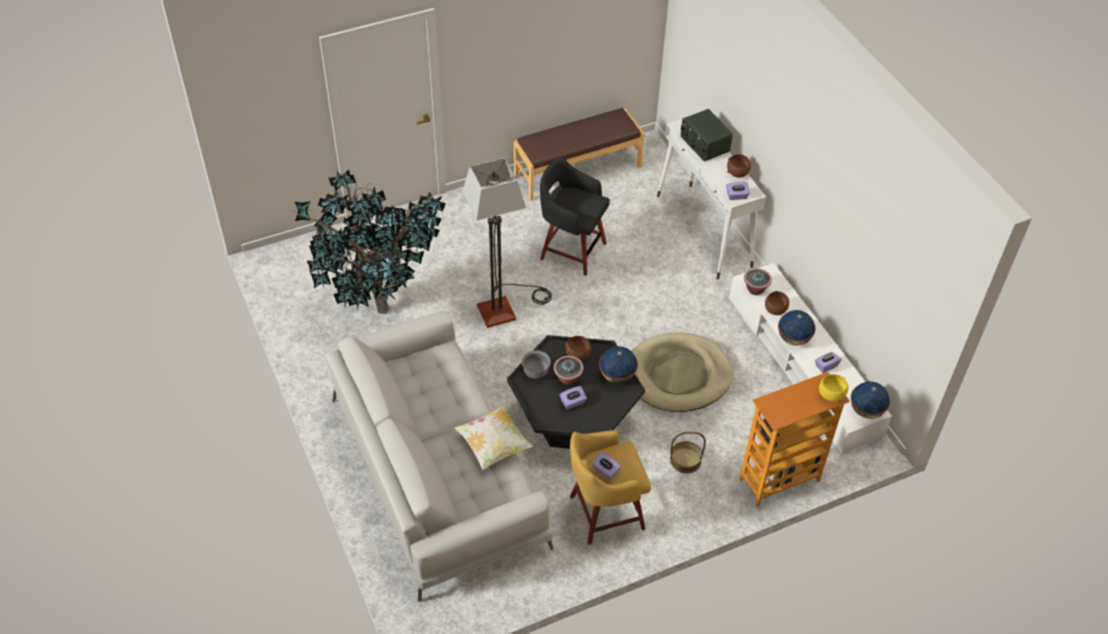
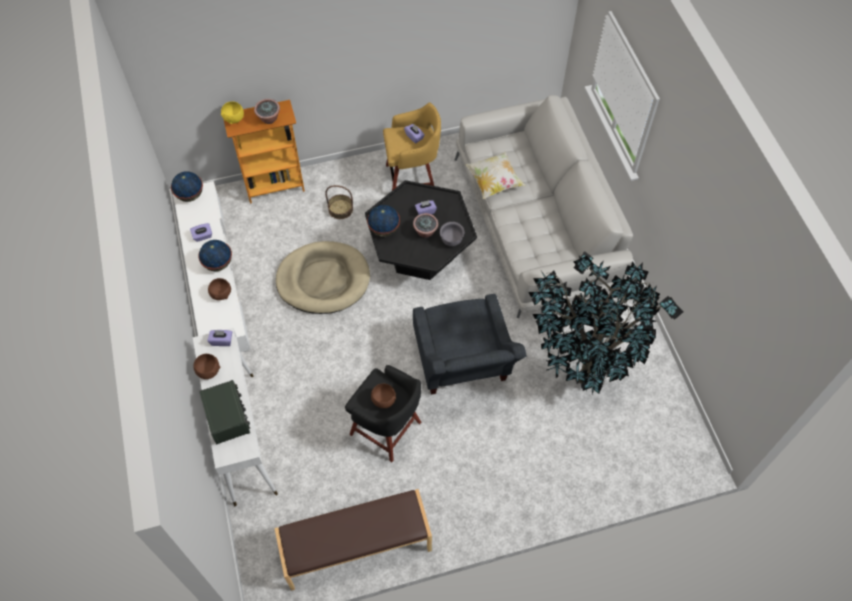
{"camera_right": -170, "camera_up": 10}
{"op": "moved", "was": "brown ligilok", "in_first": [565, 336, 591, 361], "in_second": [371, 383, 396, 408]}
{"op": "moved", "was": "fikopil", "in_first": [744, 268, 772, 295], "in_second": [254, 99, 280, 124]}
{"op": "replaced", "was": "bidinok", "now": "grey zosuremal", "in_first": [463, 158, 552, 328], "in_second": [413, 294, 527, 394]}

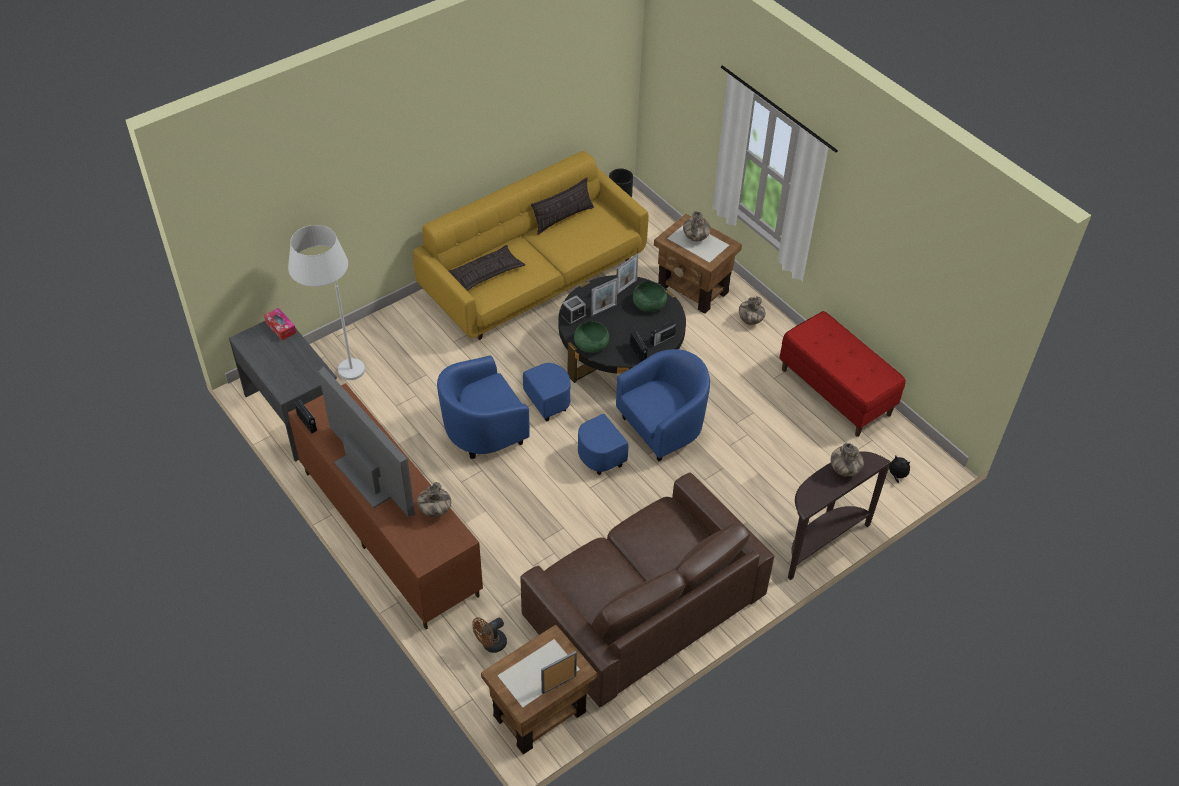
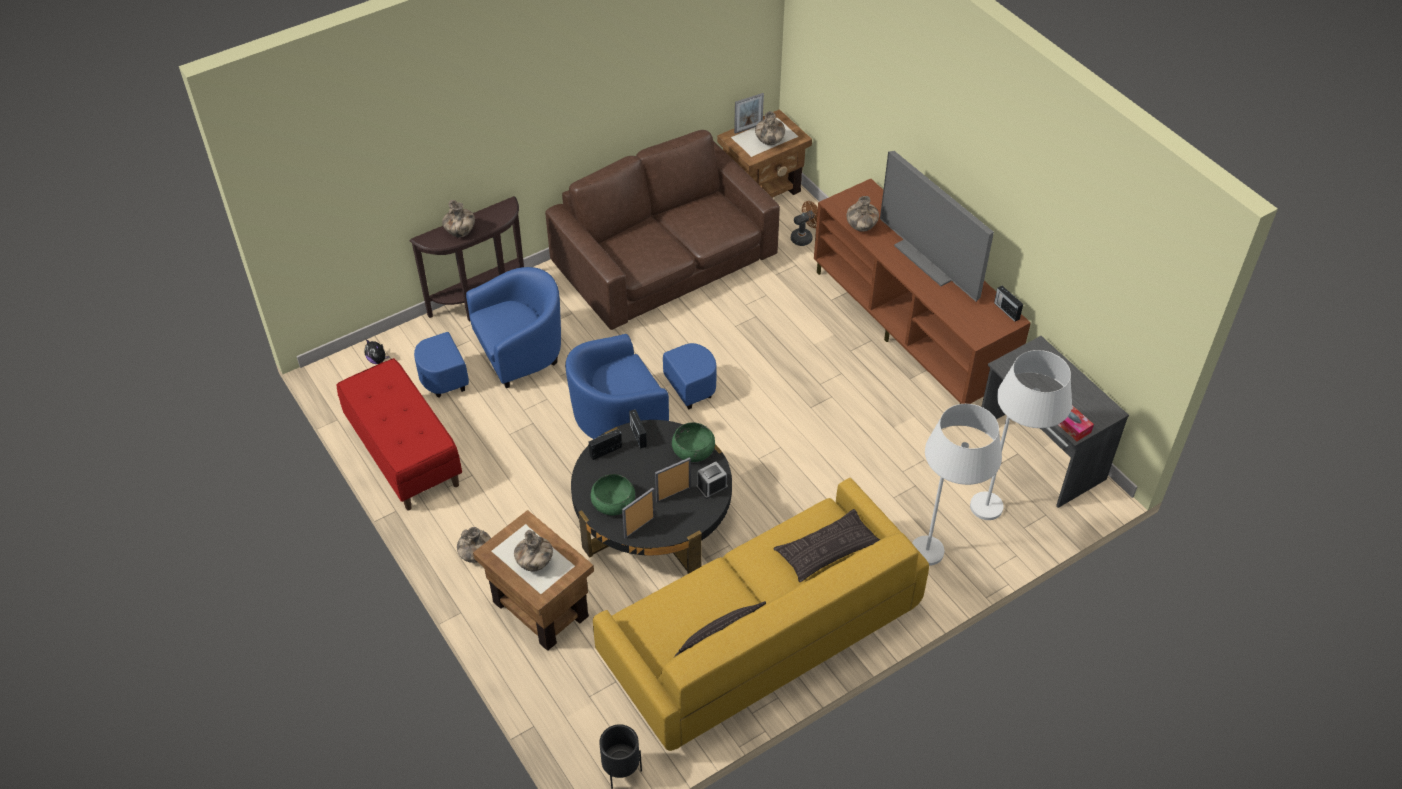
{"camera_right": -175, "camera_up": 0}
{"op": "added", "now": "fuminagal", "in_second": [755, 111, 785, 145]}
{"op": "added", "now": "white bidinok", "in_second": [912, 404, 1002, 566]}
{"op": "moved", "was": "blue zosuremal", "in_first": [437, 356, 571, 459], "in_second": [414, 267, 561, 398]}

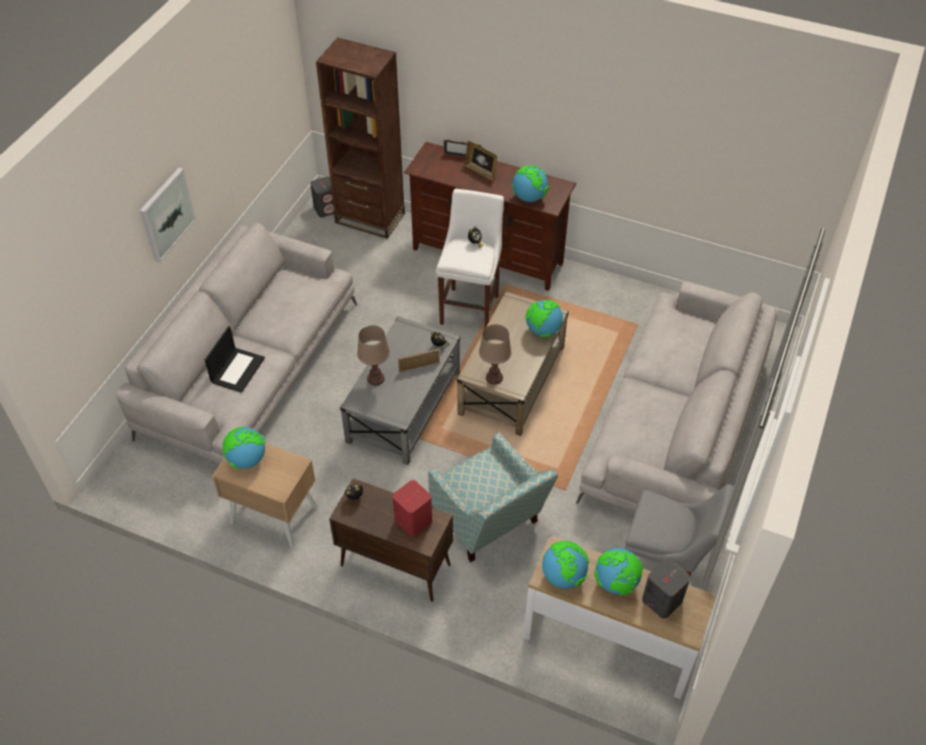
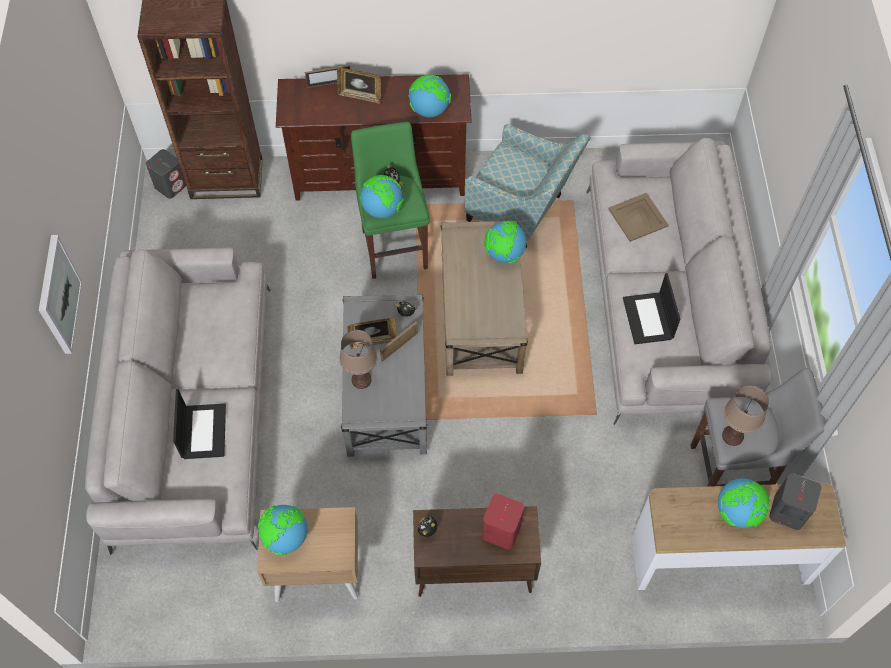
{"camera_right": -25, "camera_up": 10}
{"op": "added", "now": "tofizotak", "in_second": [347, 318, 397, 349]}
{"op": "added", "now": "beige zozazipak", "in_second": [608, 193, 669, 242]}
{"op": "added", "now": "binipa", "in_second": [623, 273, 680, 344]}
{"op": "moved", "was": "zosuremal", "in_first": [428, 432, 558, 562], "in_second": [464, 124, 591, 247]}
{"op": "moved", "was": "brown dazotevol", "in_first": [479, 324, 512, 385], "in_second": [722, 385, 769, 446]}
{"op": "moved", "was": "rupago", "in_first": [542, 541, 589, 589], "in_second": [360, 175, 403, 218]}
{"op": "recoloured", "was": "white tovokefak", "now": "green tovokefak", "in_first": [436, 189, 504, 328], "in_second": [351, 122, 430, 279]}

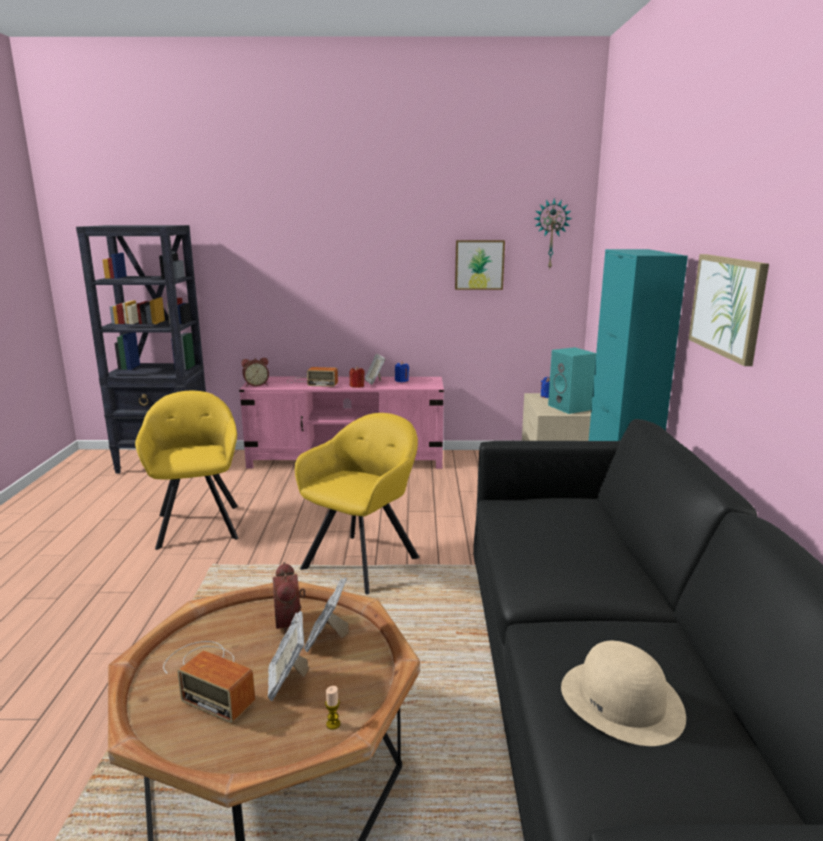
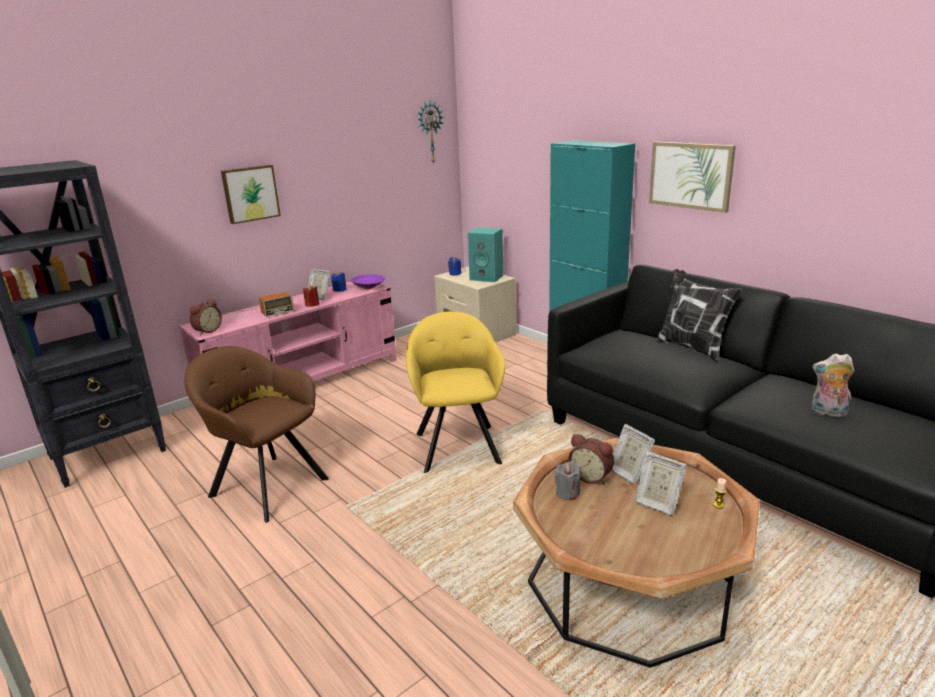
{"camera_right": -40, "camera_up": 5}
{"op": "removed", "was": "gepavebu", "in_first": [163, 641, 255, 723]}
{"op": "added", "now": "purple ligilok", "in_second": [350, 274, 385, 289]}
{"op": "added", "now": "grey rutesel", "in_second": [554, 461, 580, 501]}
{"op": "added", "now": "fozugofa", "in_second": [656, 269, 742, 363]}
{"op": "moved", "was": "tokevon", "in_first": [455, 240, 505, 290], "in_second": [221, 165, 281, 224]}
{"op": "replaced", "was": "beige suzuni", "now": "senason", "in_first": [561, 641, 686, 746], "in_second": [812, 354, 854, 419]}
{"op": "recoloured", "was": "yellow zosuremal", "now": "brown zosuremal", "in_first": [135, 391, 239, 550], "in_second": [184, 346, 329, 523]}

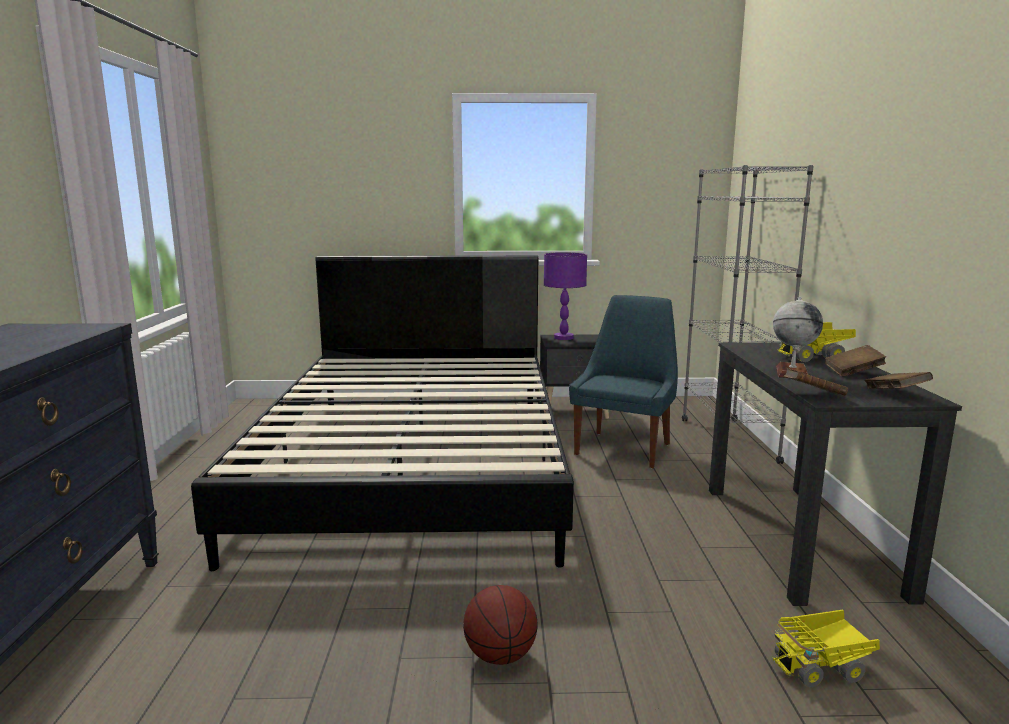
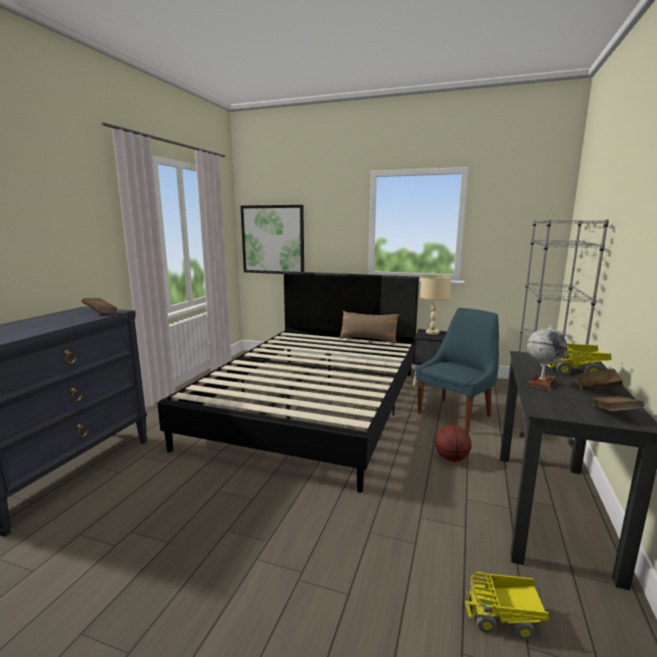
{"camera_right": 20, "camera_up": 0}
{"op": "added", "now": "tokevon", "in_second": [240, 205, 304, 274]}
{"op": "added", "now": "brown fozugofa", "in_second": [339, 311, 399, 344]}
{"op": "moved", "was": "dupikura", "in_first": [463, 585, 538, 665], "in_second": [435, 425, 472, 462]}
{"op": "moved", "was": "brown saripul", "in_first": [784, 368, 848, 395], "in_second": [82, 298, 117, 313]}
{"op": "recoloured", "was": "purple dazotevol", "now": "beige dazotevol", "in_first": [544, 252, 587, 340], "in_second": [420, 275, 451, 334]}

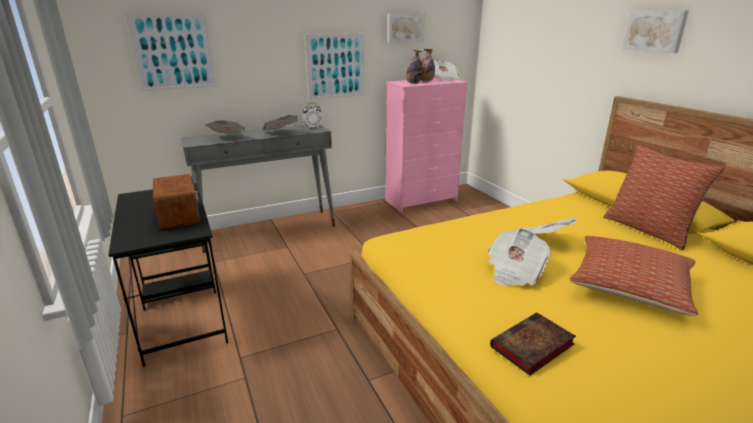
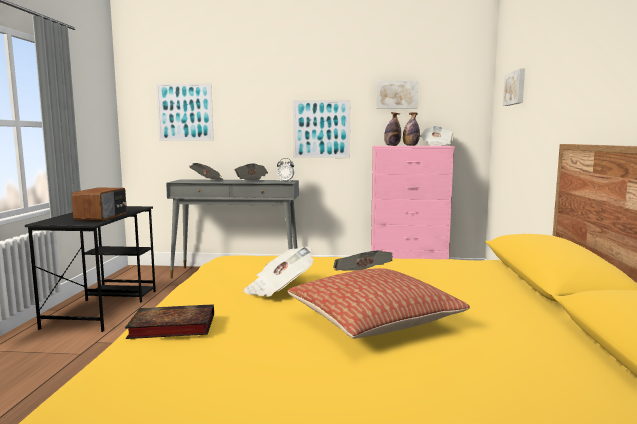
{"camera_right": 30, "camera_up": -15}
{"op": "removed", "was": "fozugofa", "in_first": [604, 145, 725, 250]}
{"op": "moved", "was": "tokevon", "in_first": [622, 10, 689, 53], "in_second": [503, 68, 525, 106]}

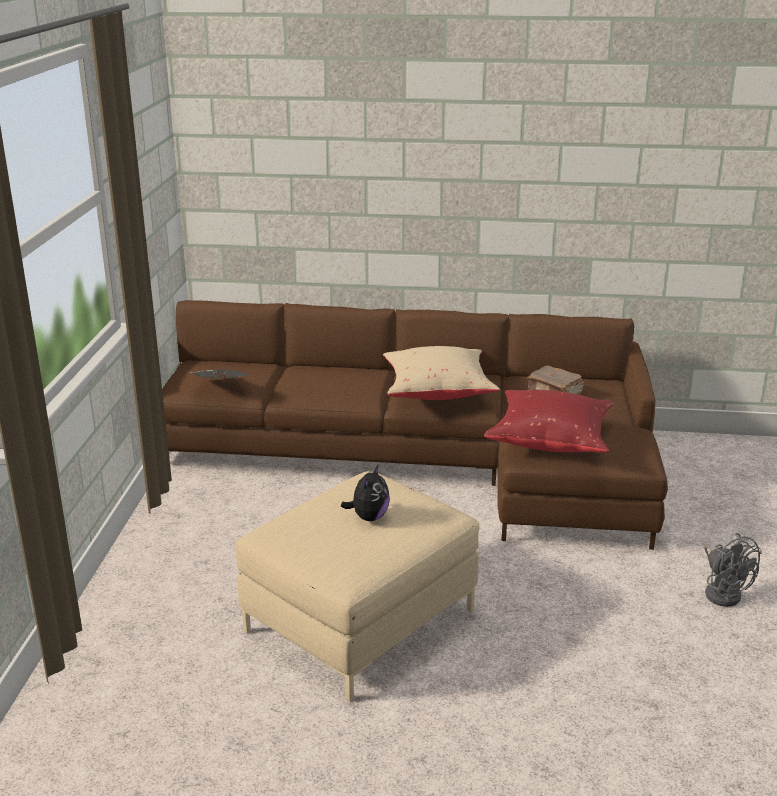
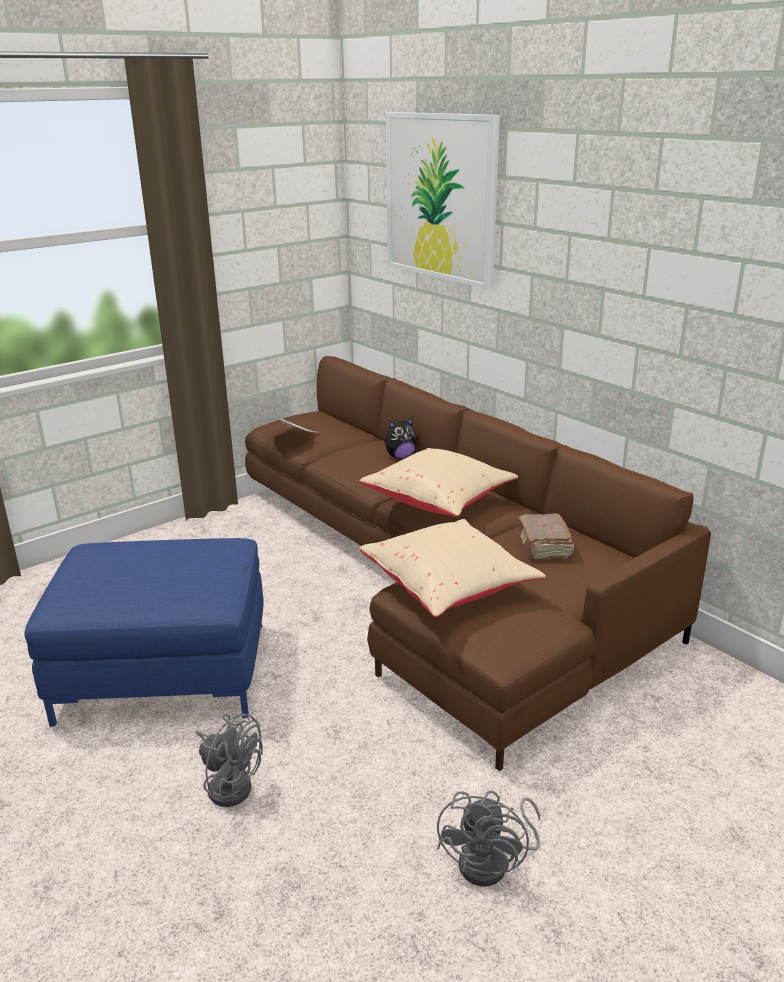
{"camera_right": 45, "camera_up": 0}
{"op": "added", "now": "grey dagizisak", "in_second": [195, 713, 263, 807]}
{"op": "added", "now": "tokevon", "in_second": [386, 112, 500, 289]}
{"op": "moved", "was": "senason", "in_first": [341, 464, 390, 521], "in_second": [384, 417, 417, 459]}
{"op": "recoloured", "was": "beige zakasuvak", "now": "blue zakasuvak", "in_first": [235, 471, 479, 702], "in_second": [24, 538, 264, 726]}
{"op": "recoloured", "was": "red fozugofa", "now": "beige fozugofa", "in_first": [484, 390, 615, 453], "in_second": [359, 519, 546, 617]}

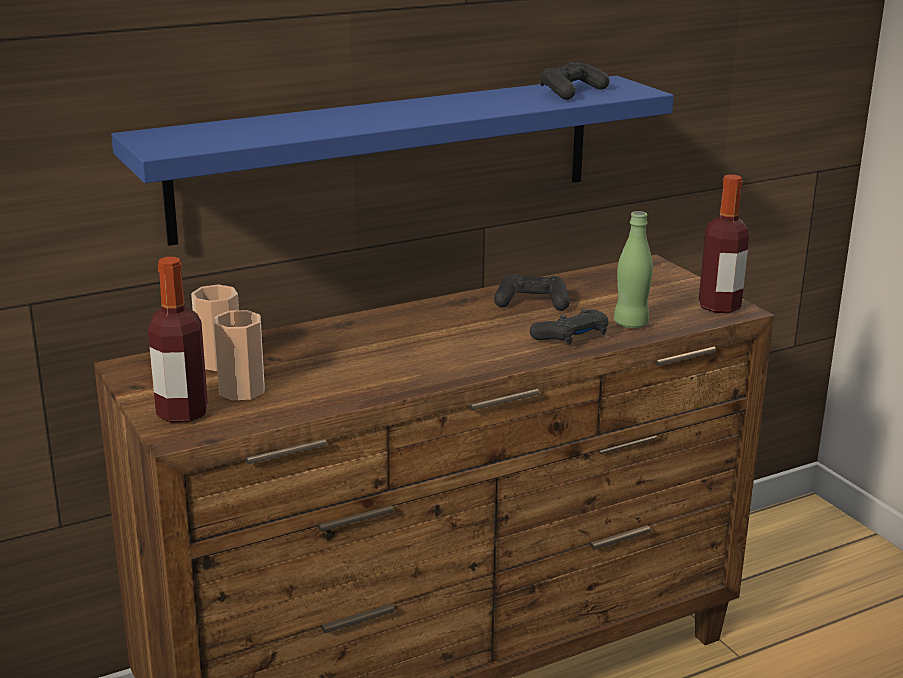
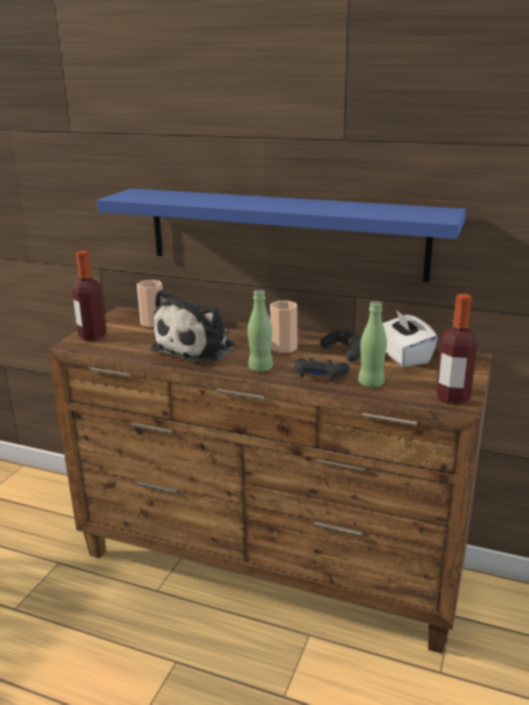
{"camera_right": 50, "camera_up": 0}
{"op": "removed", "was": "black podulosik", "in_first": [540, 62, 610, 100]}
{"op": "added", "now": "senason", "in_second": [151, 289, 235, 363]}
{"op": "added", "now": "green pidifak", "in_second": [248, 290, 273, 372]}
{"op": "added", "now": "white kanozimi", "in_second": [383, 309, 438, 367]}
{"op": "moved", "was": "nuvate", "in_first": [214, 310, 265, 401], "in_second": [270, 300, 297, 353]}

